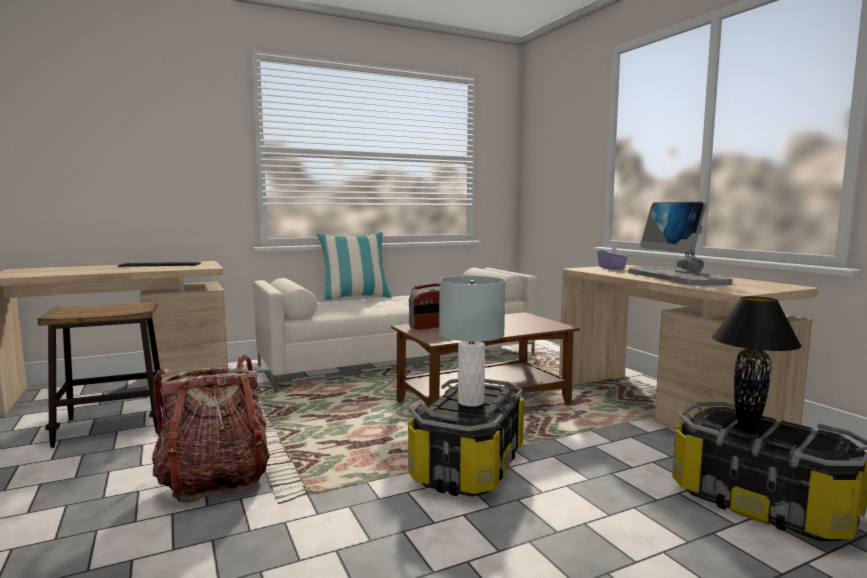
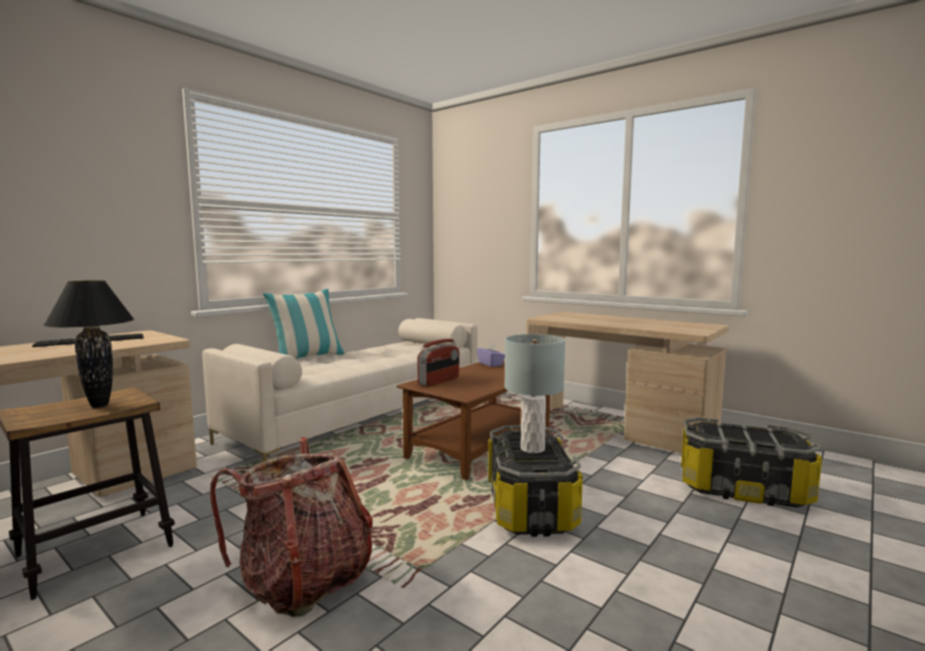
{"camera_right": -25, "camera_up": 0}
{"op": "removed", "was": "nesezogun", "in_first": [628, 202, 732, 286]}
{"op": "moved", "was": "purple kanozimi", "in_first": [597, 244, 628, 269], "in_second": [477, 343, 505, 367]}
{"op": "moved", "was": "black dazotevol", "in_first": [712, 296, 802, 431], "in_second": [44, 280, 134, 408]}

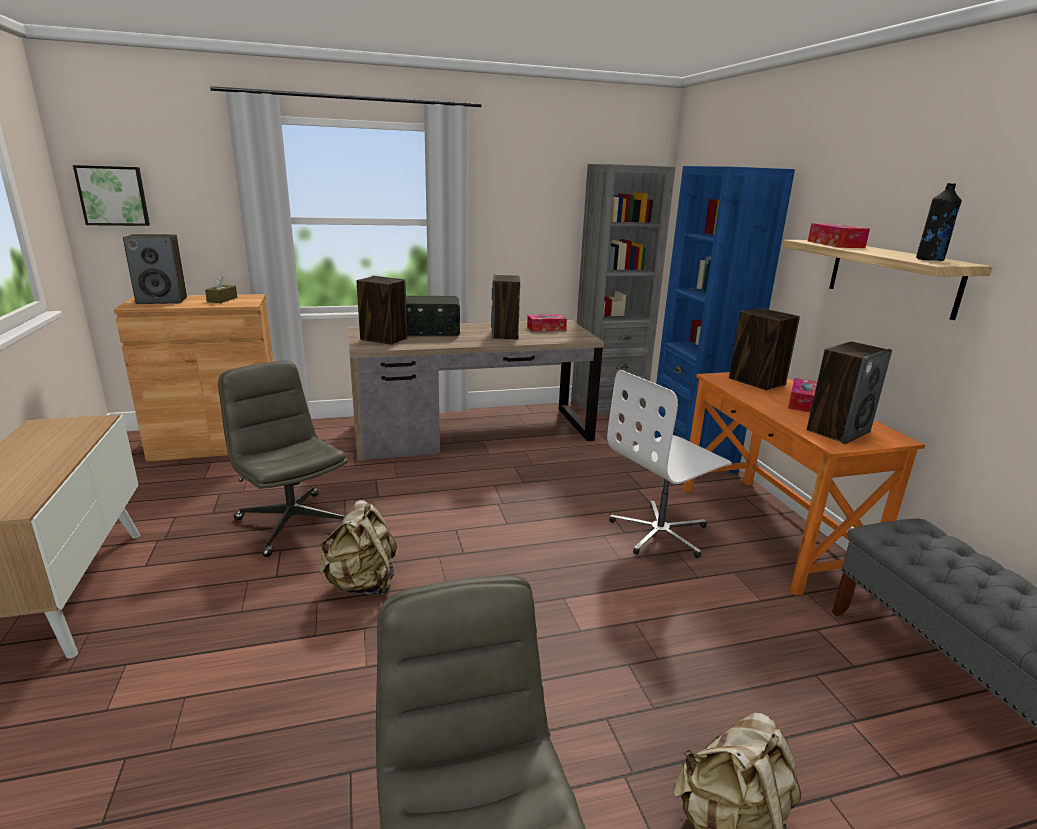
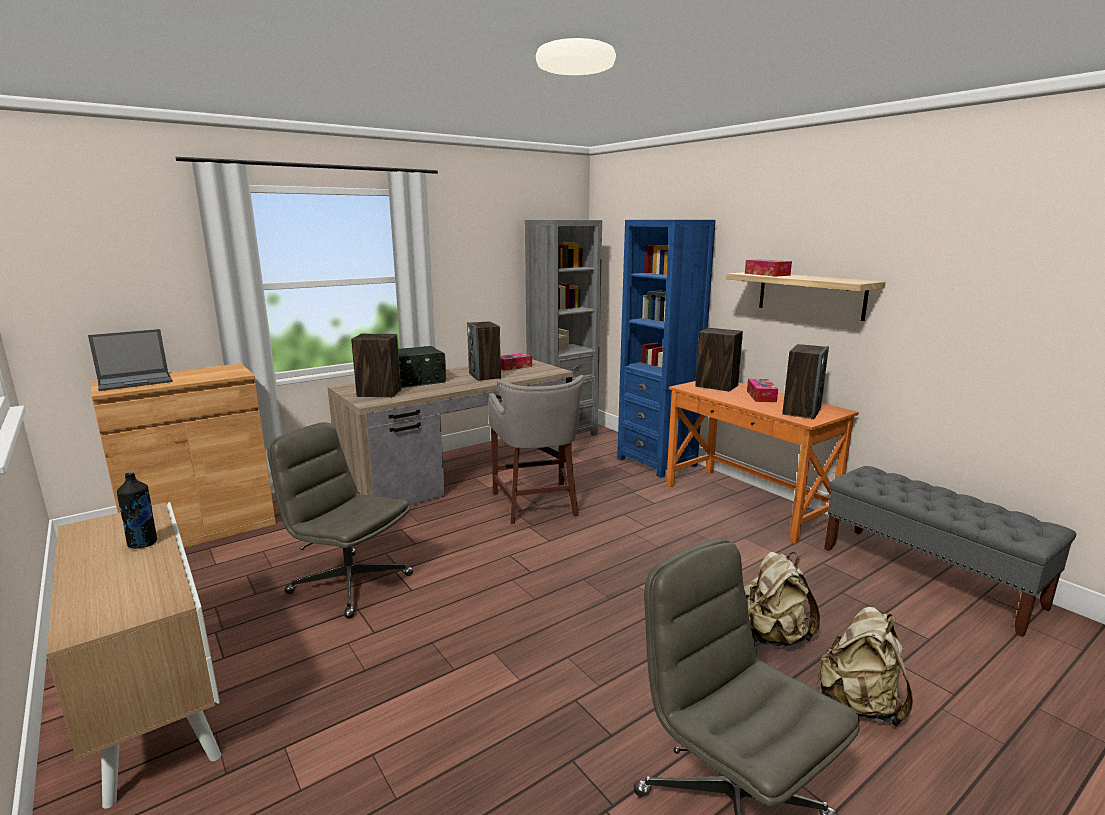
{"camera_right": -20, "camera_up": -5}
{"op": "removed", "was": "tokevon", "in_first": [73, 165, 150, 226]}
{"op": "removed", "was": "brown kanozimi", "in_first": [205, 275, 237, 303]}
{"op": "removed", "was": "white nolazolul", "in_first": [607, 370, 732, 558]}
{"op": "added", "now": "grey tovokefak", "in_second": [488, 375, 584, 524]}
{"op": "moved", "was": "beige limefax", "in_first": [319, 500, 397, 596], "in_second": [744, 552, 820, 646]}
{"op": "moved", "was": "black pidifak", "in_first": [916, 183, 962, 261], "in_second": [117, 472, 157, 549]}
{"op": "replaced", "was": "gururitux", "now": "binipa", "in_first": [123, 234, 187, 304], "in_second": [88, 329, 173, 391]}

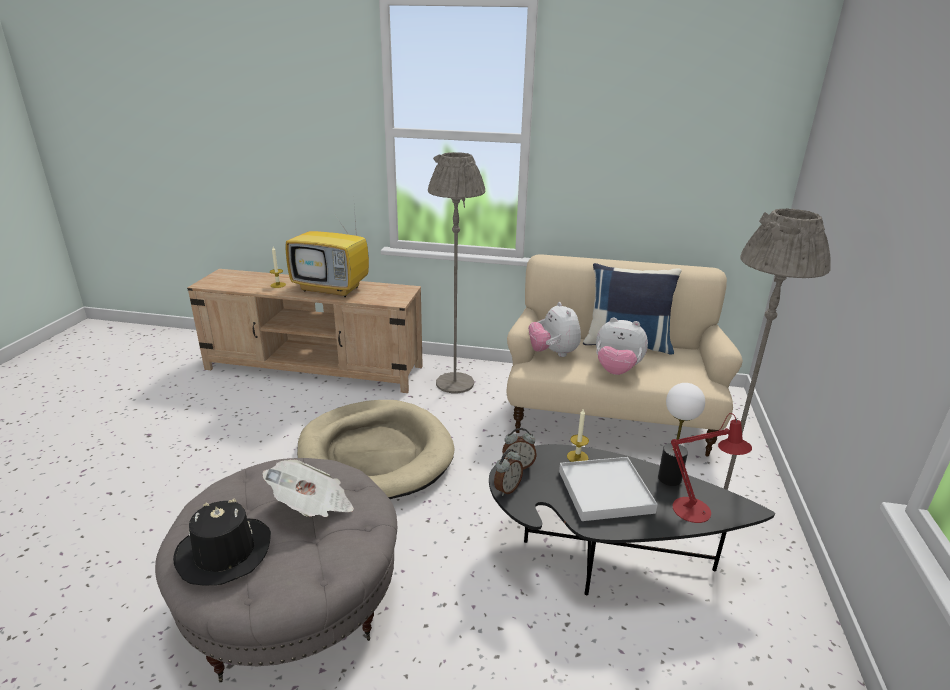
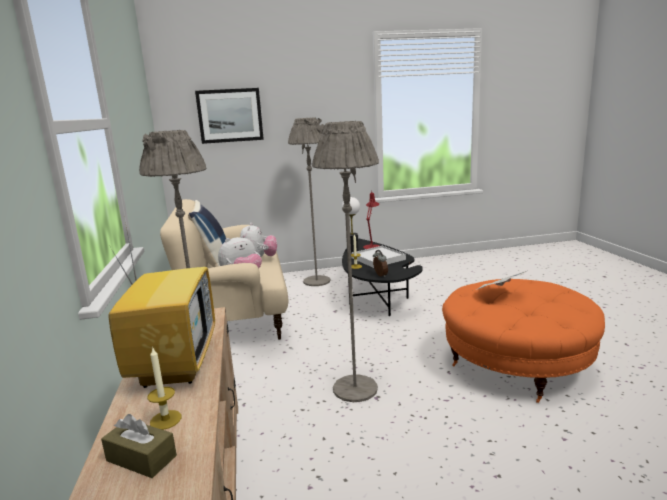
{"camera_right": -110, "camera_up": -10}
{"op": "removed", "was": "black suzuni", "in_first": [173, 498, 271, 586]}
{"op": "removed", "was": "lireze", "in_first": [494, 449, 523, 496]}
{"op": "added", "now": "brown kanozimi", "in_second": [101, 414, 177, 478]}
{"op": "added", "now": "tokevon", "in_second": [195, 88, 264, 144]}
{"op": "replaced", "was": "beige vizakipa", "now": "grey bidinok", "in_first": [297, 400, 455, 499], "in_second": [312, 121, 379, 402]}
{"op": "recoloured", "was": "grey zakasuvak", "now": "orange zakasuvak", "in_first": [155, 458, 397, 682], "in_second": [442, 279, 605, 403]}

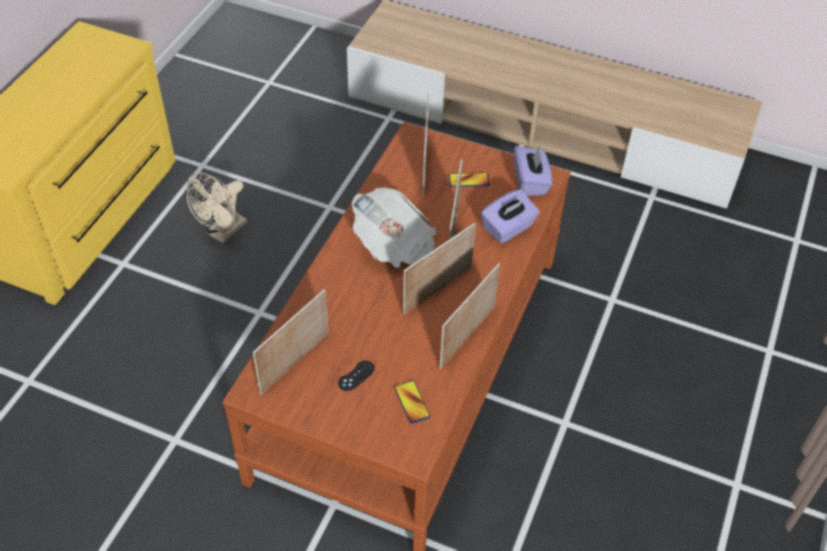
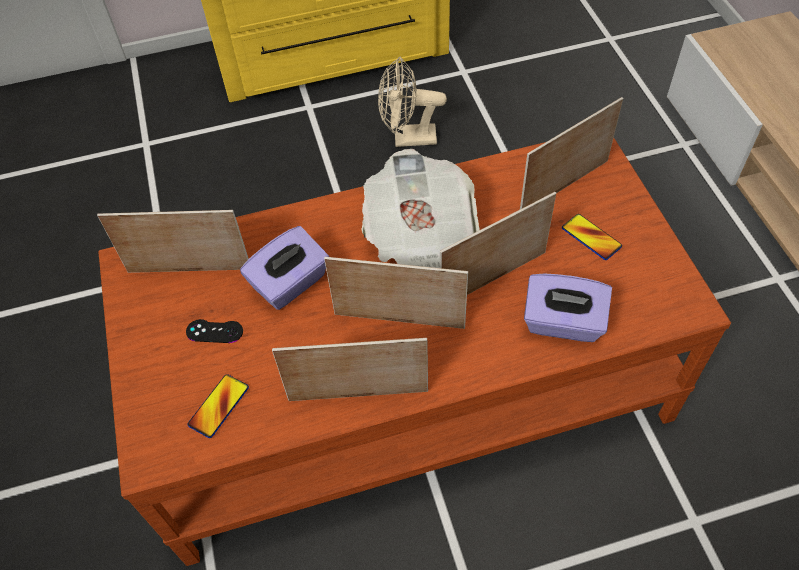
{"camera_right": 55, "camera_up": 5}
{"op": "moved", "was": "purple kanozimi", "in_first": [514, 146, 552, 196], "in_second": [240, 226, 329, 310]}

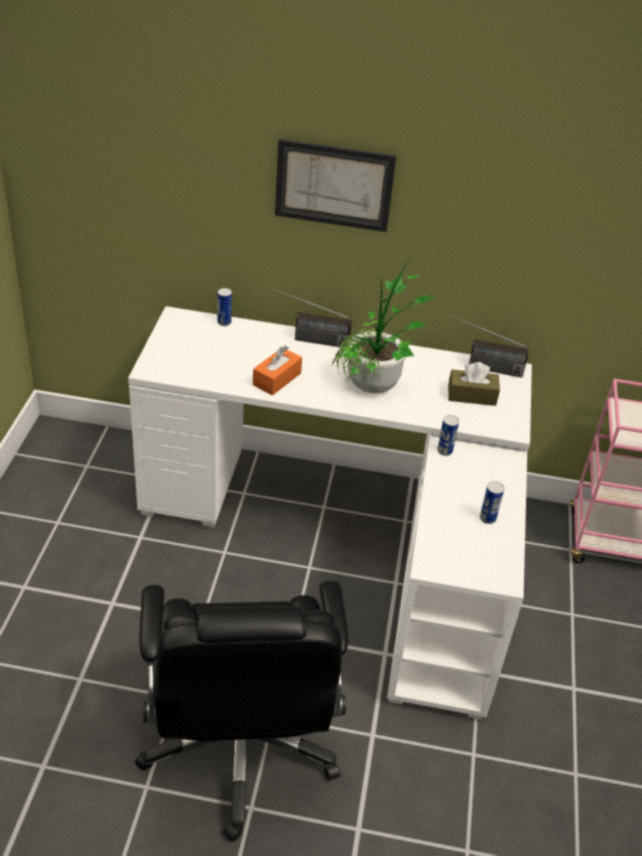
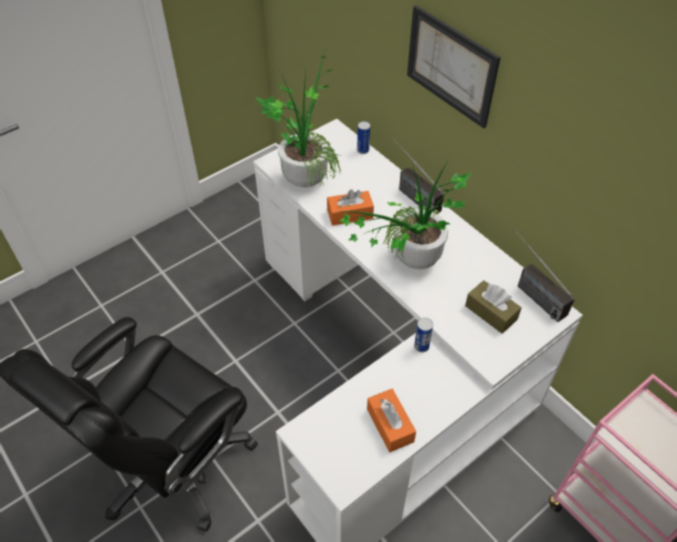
{"camera_right": 45, "camera_up": 10}
{"op": "added", "now": "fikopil", "in_second": [255, 48, 341, 187]}
{"op": "replaced", "was": "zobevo", "now": "orange kanozimi", "in_first": [480, 481, 504, 524], "in_second": [367, 389, 416, 452]}

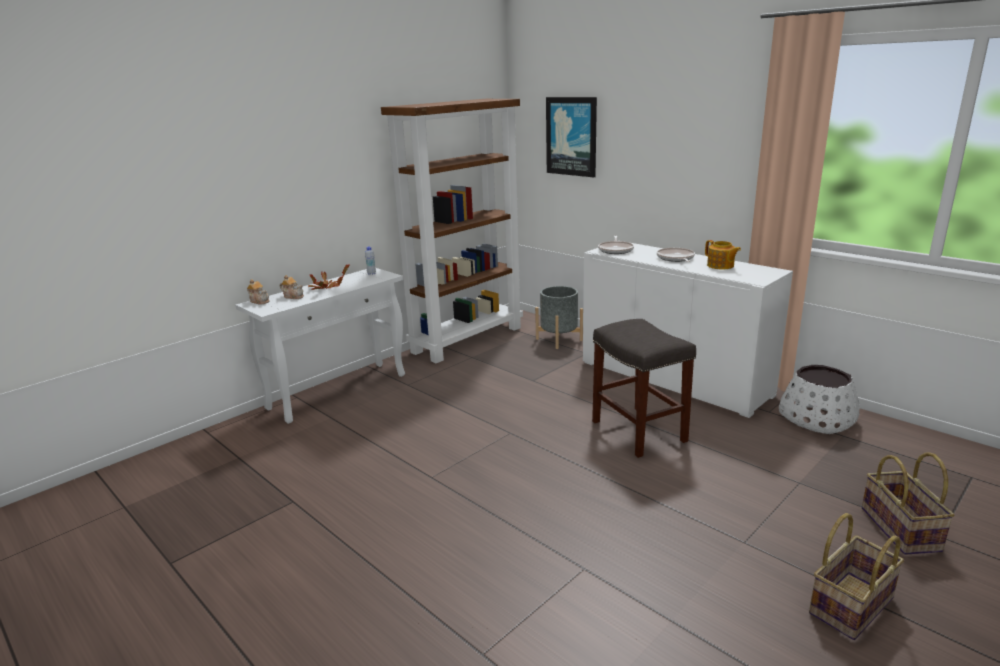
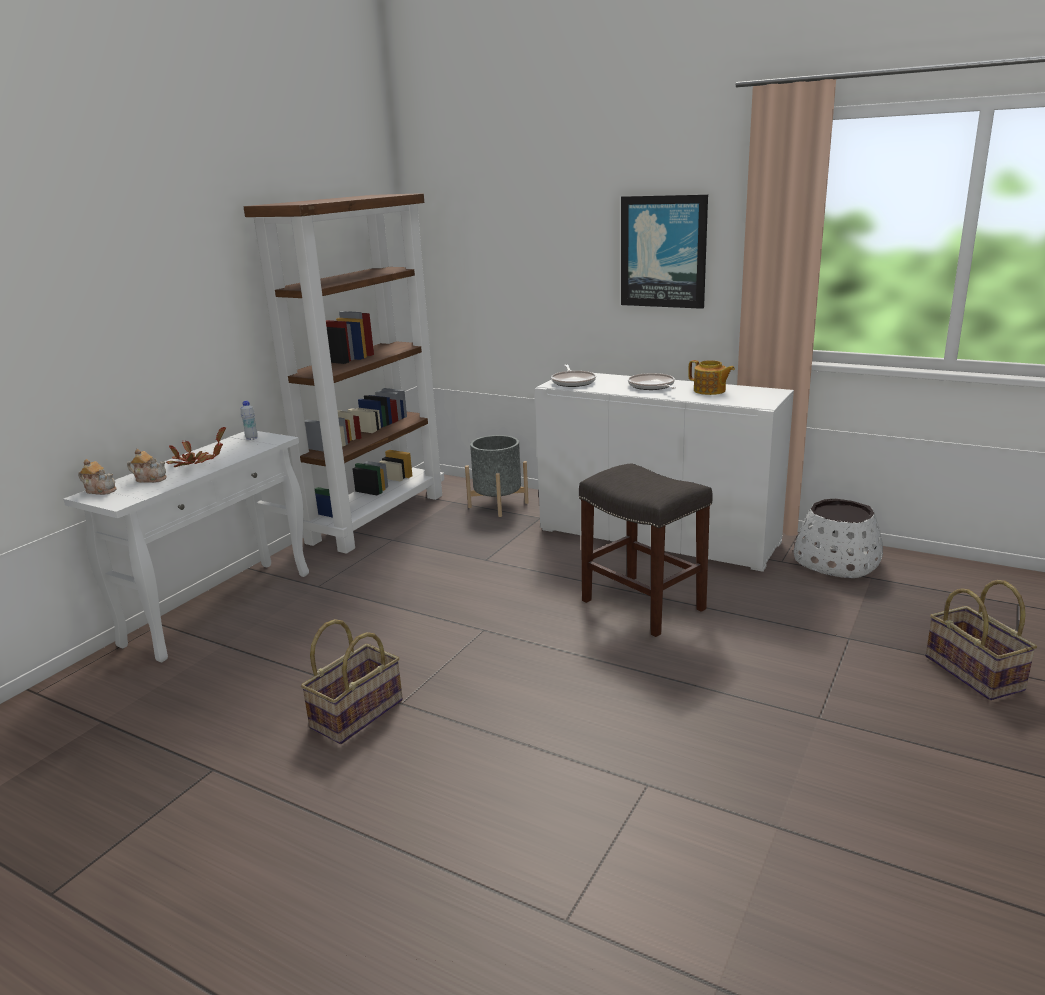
{"camera_right": -15, "camera_up": 0}
{"op": "moved", "was": "tokevon", "in_first": [546, 97, 597, 177], "in_second": [621, 194, 708, 309]}
{"op": "moved", "was": "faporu", "in_first": [809, 513, 904, 640], "in_second": [301, 619, 403, 744]}

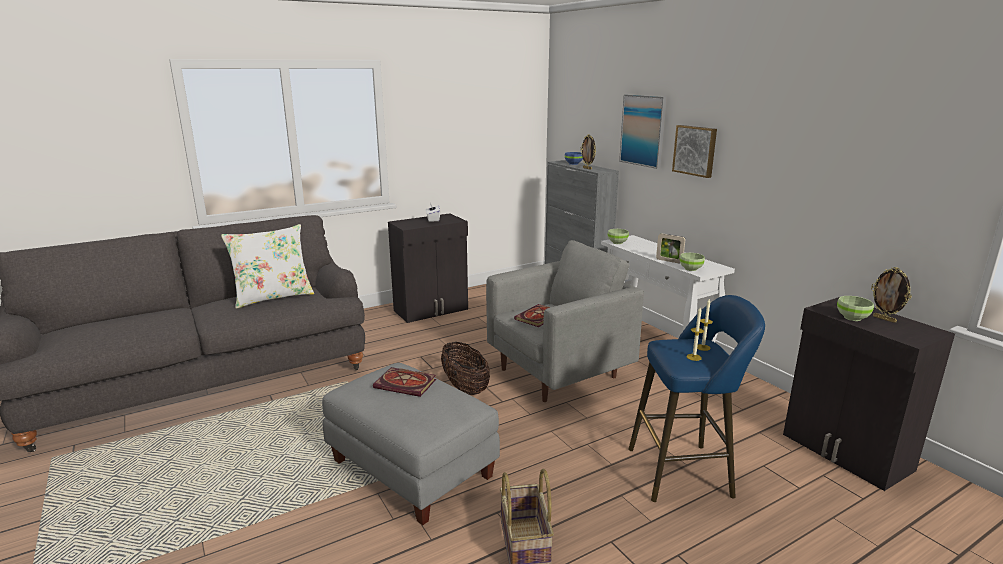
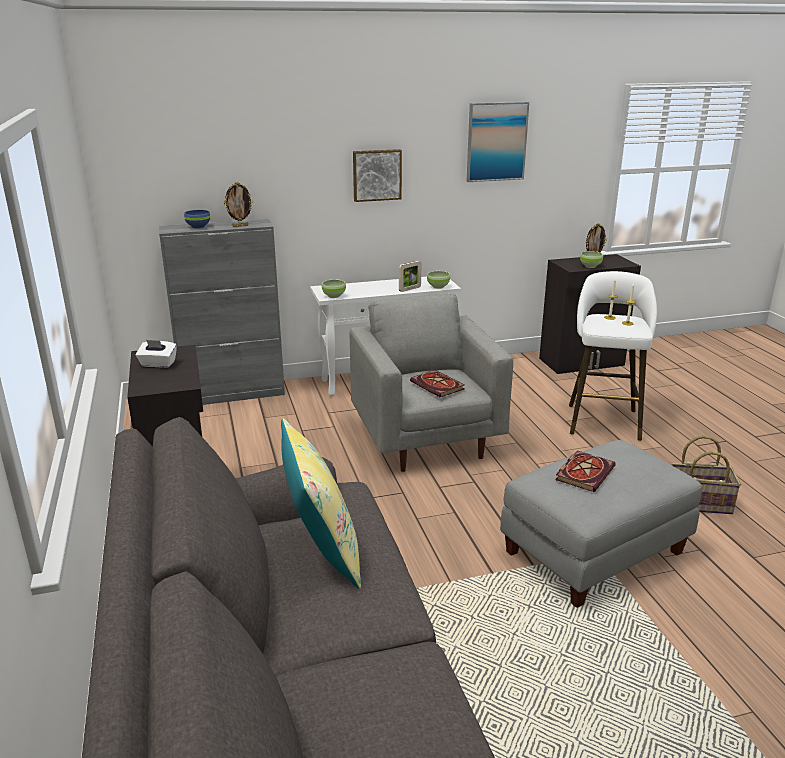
{"camera_right": -75, "camera_up": 5}
{"op": "removed", "was": "faporu", "in_first": [441, 342, 490, 395]}
{"op": "moved", "was": "tokevon", "in_first": [619, 94, 667, 169], "in_second": [467, 102, 529, 182]}
{"op": "recoloured", "was": "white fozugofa", "now": "yellow fozugofa", "in_first": [221, 224, 314, 309], "in_second": [281, 419, 361, 589]}
{"op": "recoloured", "was": "blue tovokefak", "now": "white tovokefak", "in_first": [628, 295, 765, 502], "in_second": [569, 271, 657, 441]}

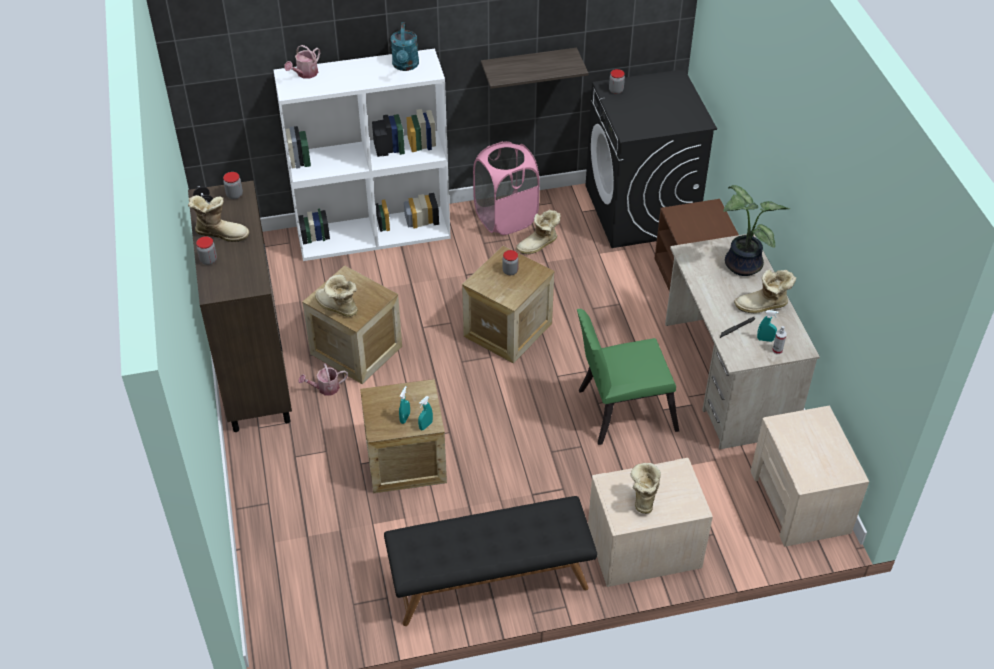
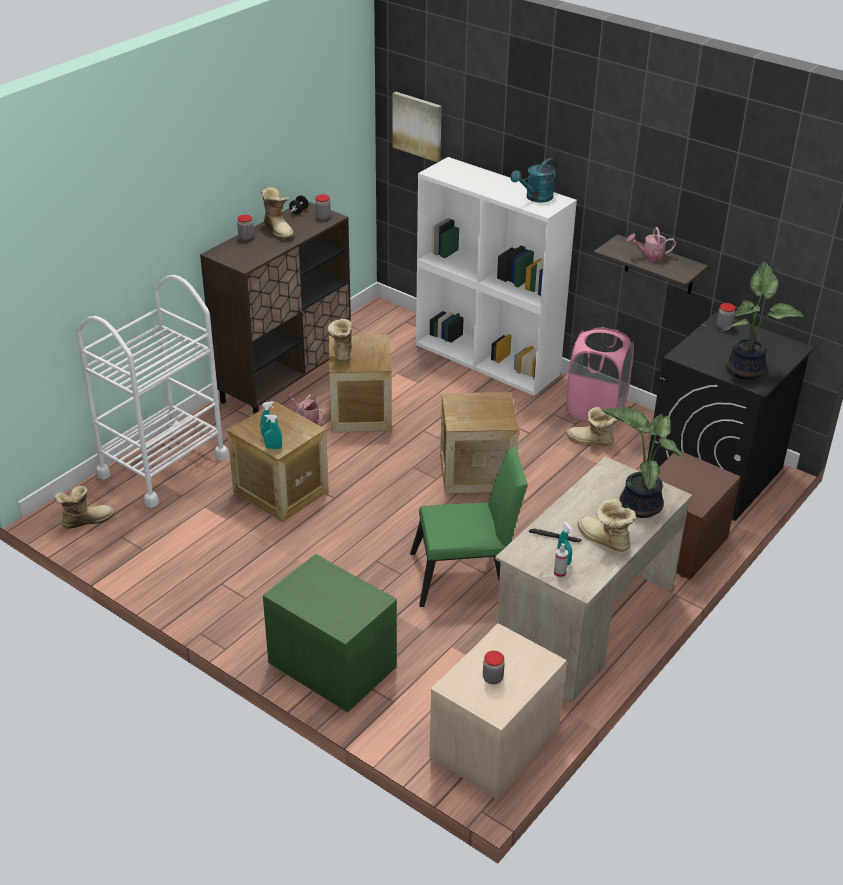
{"camera_right": 50, "camera_up": -10}
{"op": "removed", "was": "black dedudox", "in_first": [384, 496, 597, 626]}
{"op": "added", "now": "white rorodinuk", "in_second": [76, 275, 228, 508]}
{"op": "added", "now": "tokevon", "in_second": [392, 92, 442, 162]}
{"op": "added", "now": "fikopil", "in_second": [721, 262, 804, 380]}
{"op": "moved", "was": "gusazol", "in_first": [284, 45, 320, 79], "in_second": [627, 227, 676, 262]}
{"op": "moved", "was": "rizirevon", "in_first": [503, 250, 519, 275], "in_second": [483, 651, 505, 684]}
{"op": "moved", "was": "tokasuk", "in_first": [630, 463, 661, 514], "in_second": [54, 486, 114, 529]}
{"op": "recoloured", "was": "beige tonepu", "now": "green tonepu", "in_first": [588, 458, 713, 587], "in_second": [263, 554, 397, 712]}
{"op": "turned", "was": "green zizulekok", "in_first": [577, 309, 679, 445], "in_second": [410, 447, 528, 607], "clockwise": 135}

